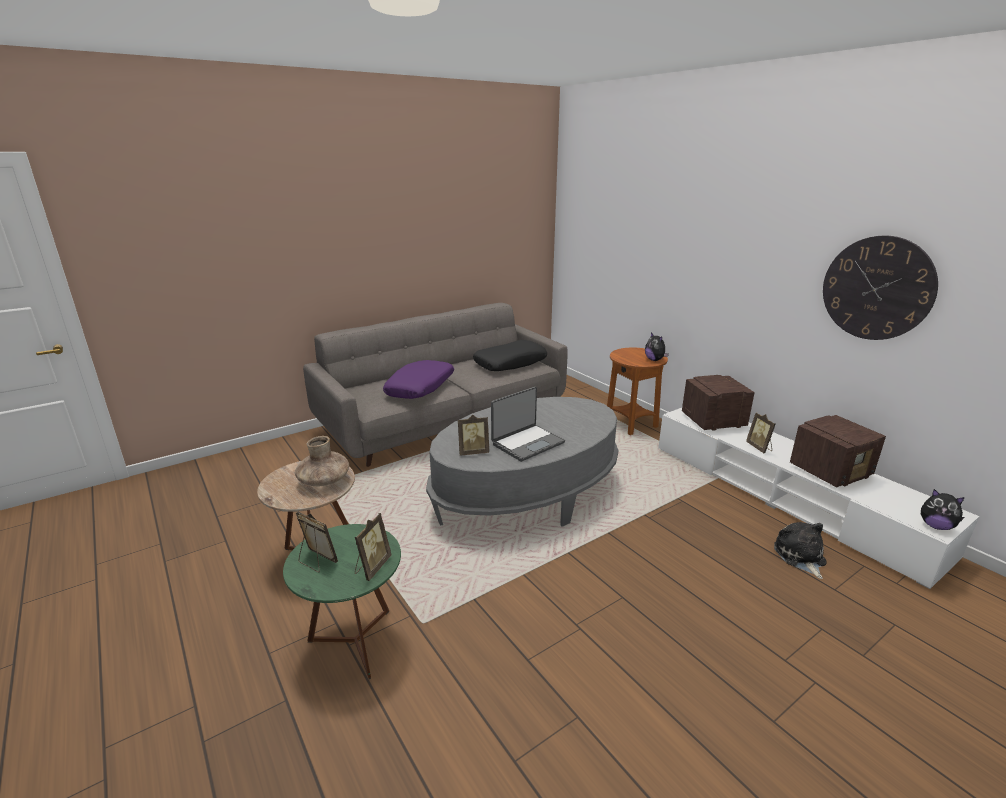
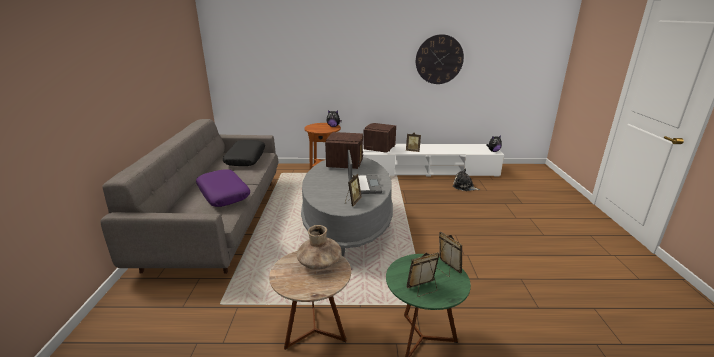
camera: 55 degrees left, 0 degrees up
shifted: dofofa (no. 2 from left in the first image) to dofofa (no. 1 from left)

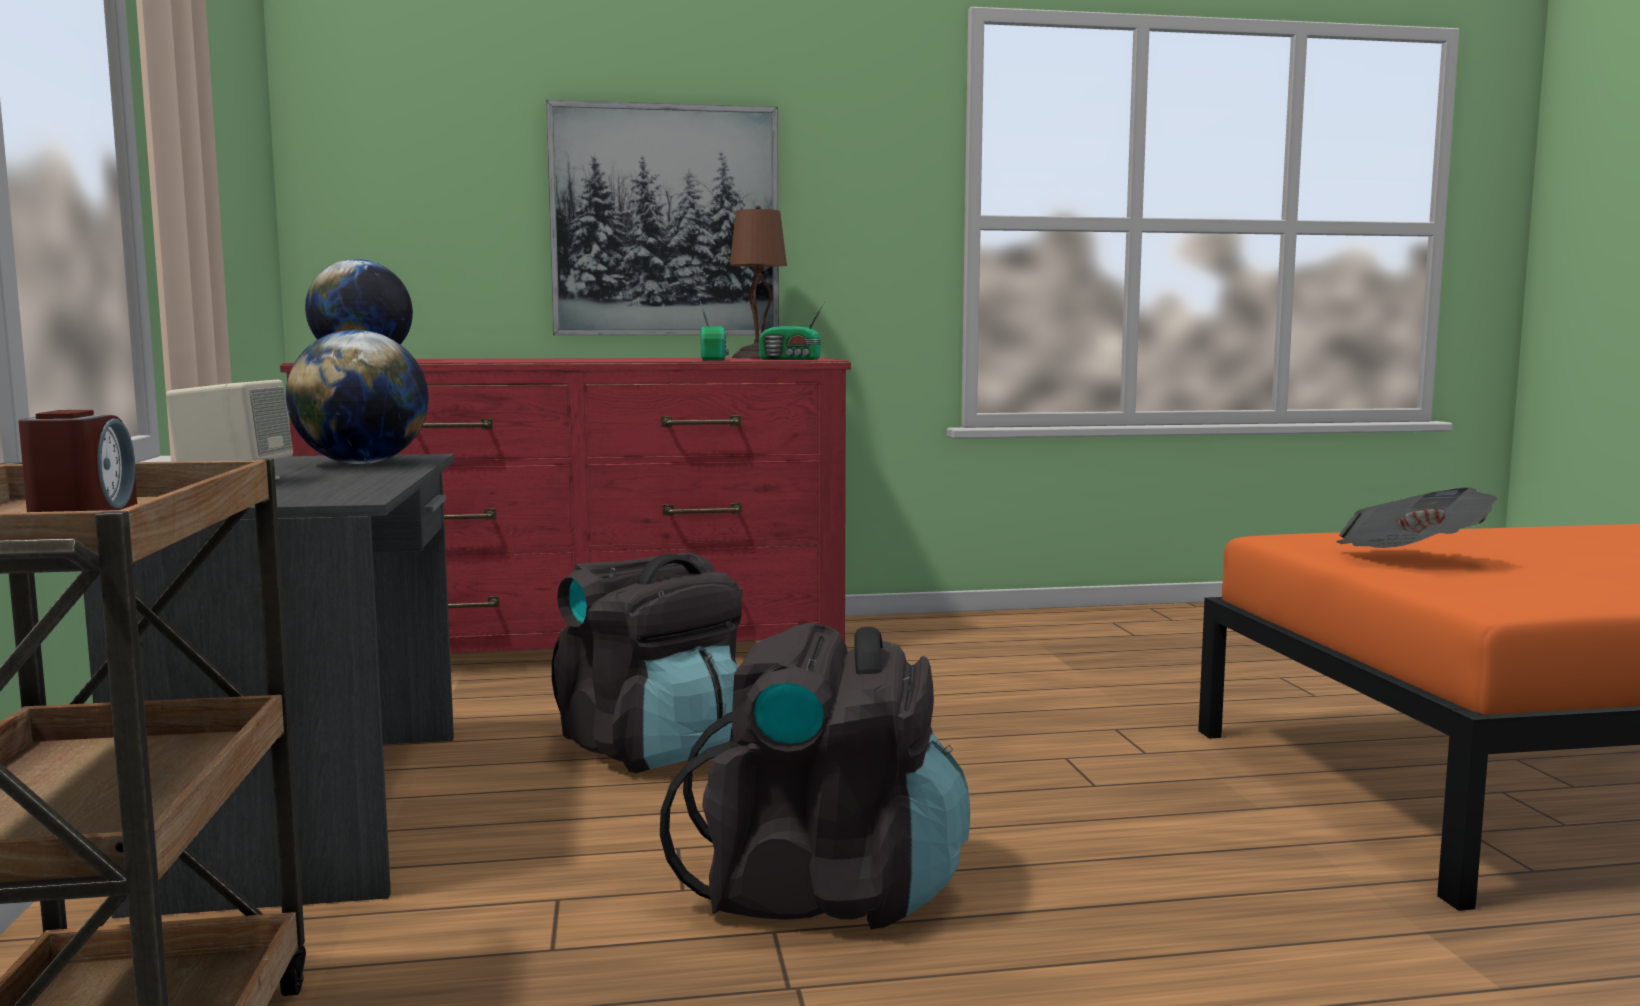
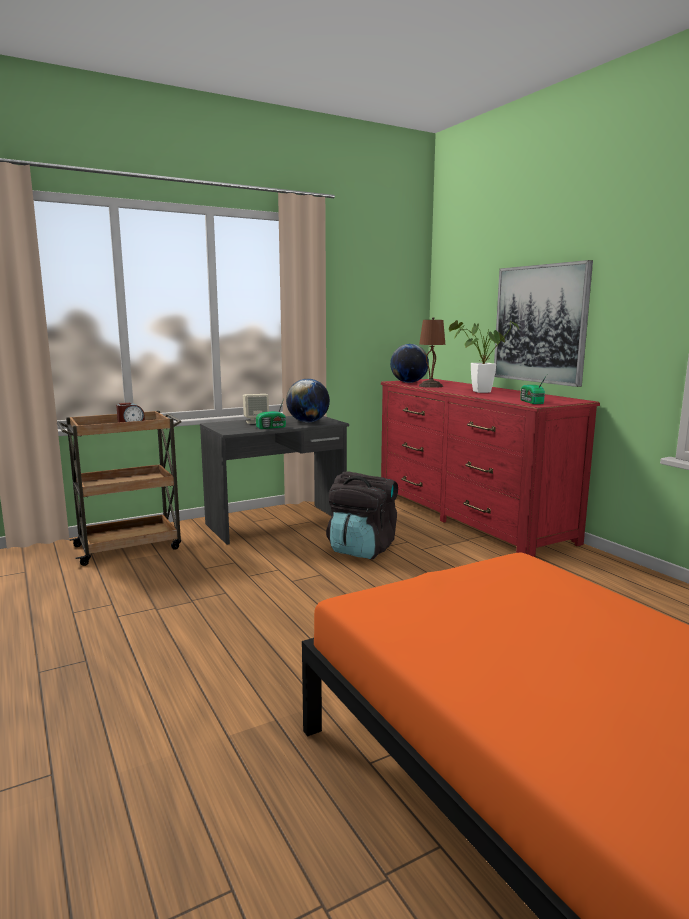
camera: 70 degrees right, 5 degrees up
gone: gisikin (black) (no. 2 from left); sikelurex
new: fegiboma
shifted: dofofa (no. 1 from left); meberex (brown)

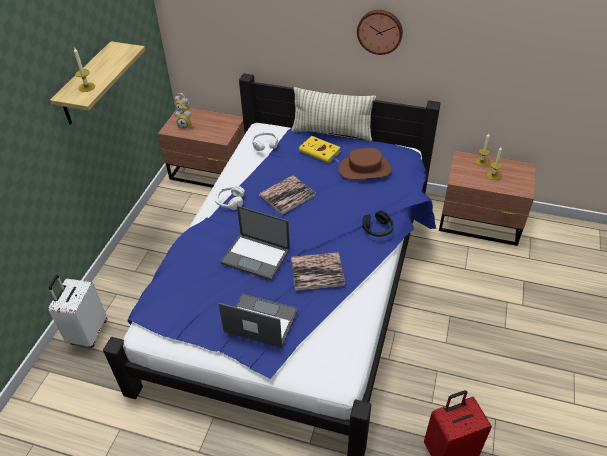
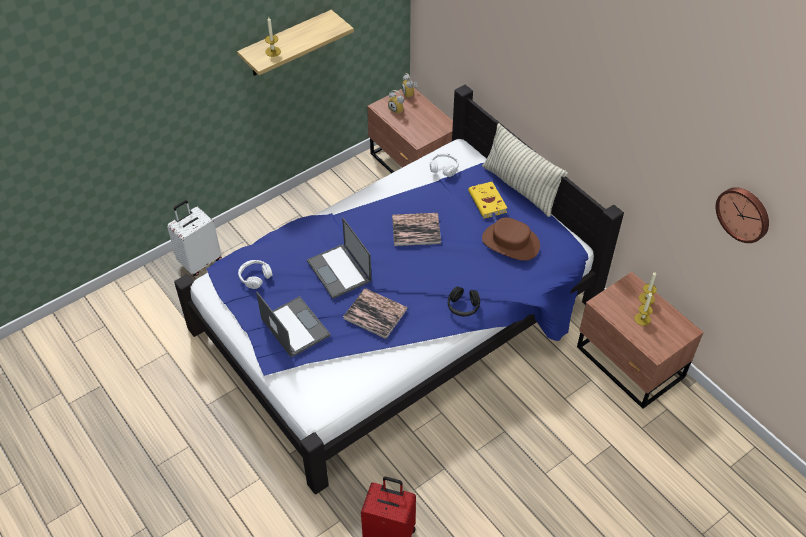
camera: 35 degrees right, 5 degrees up
shifted: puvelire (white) (no. 1 from left); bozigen

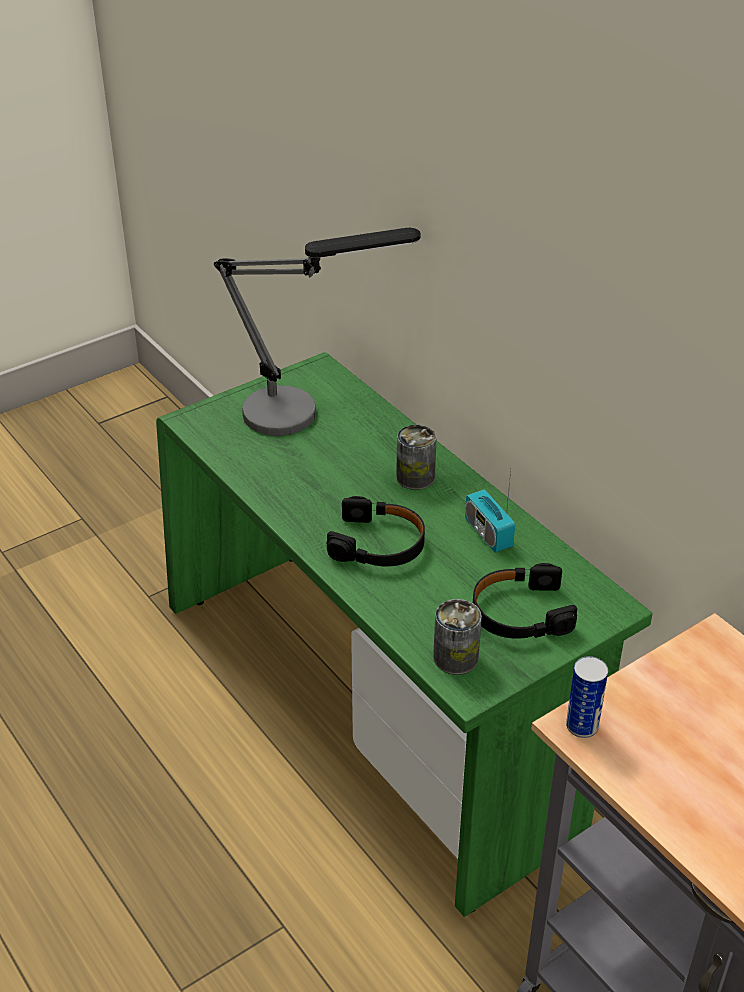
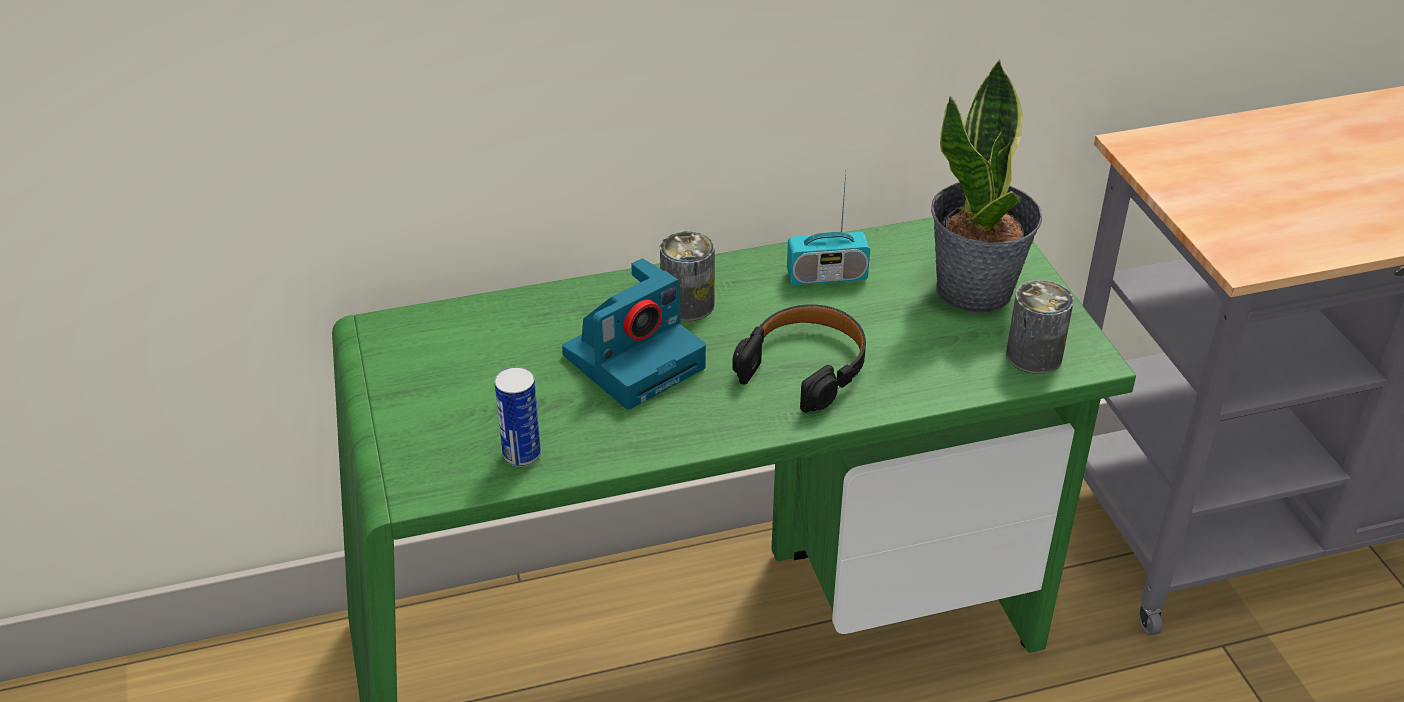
camera: 70 degrees left, 0 degrees up
gone: meberex
new: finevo
shifted: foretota (no. 3 from left in the first image) to foretota (no. 1 from left)
swapped: puvelire (black) (no. 2 from left) to fegiboma

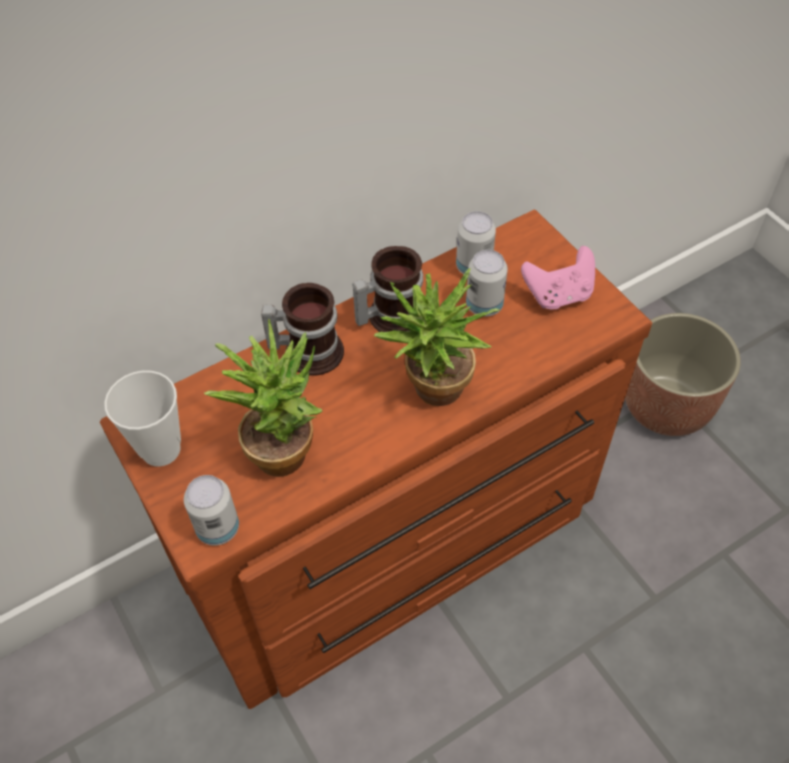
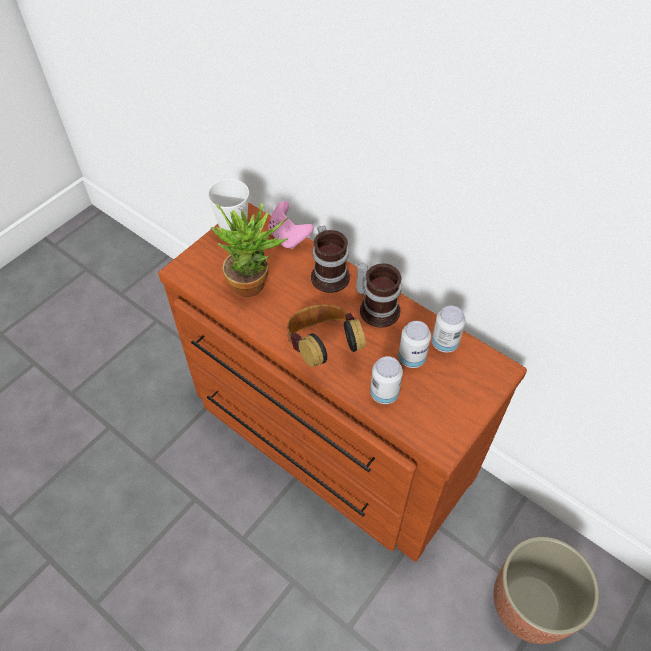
camera: 70 degrees right, 0 degrees up
shifted: foretota (no. 1 from left); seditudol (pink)
swapped: fegiboma (no. 2 from left) to puvelire

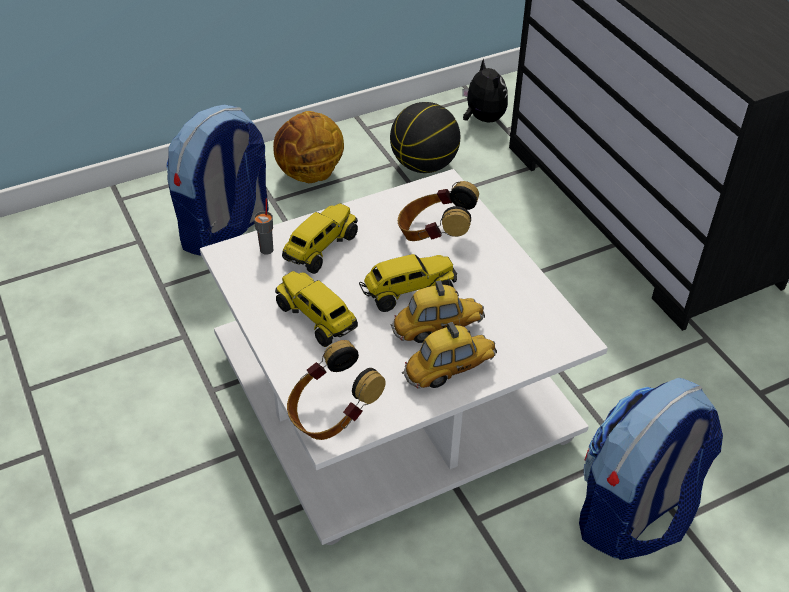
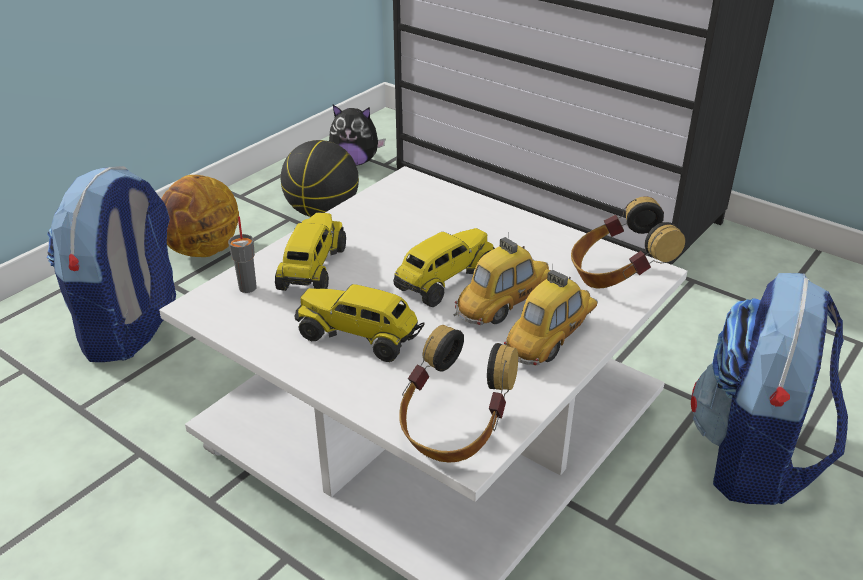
camera: 25 degrees left, 10 degrees down
shifted: puvelire (no. 2 from left)
rotated: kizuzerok 150 degrees clockwise

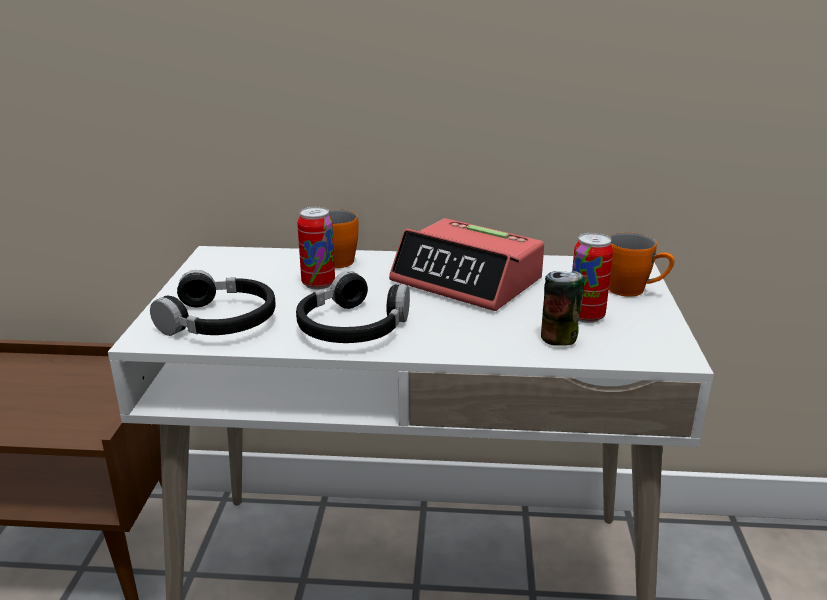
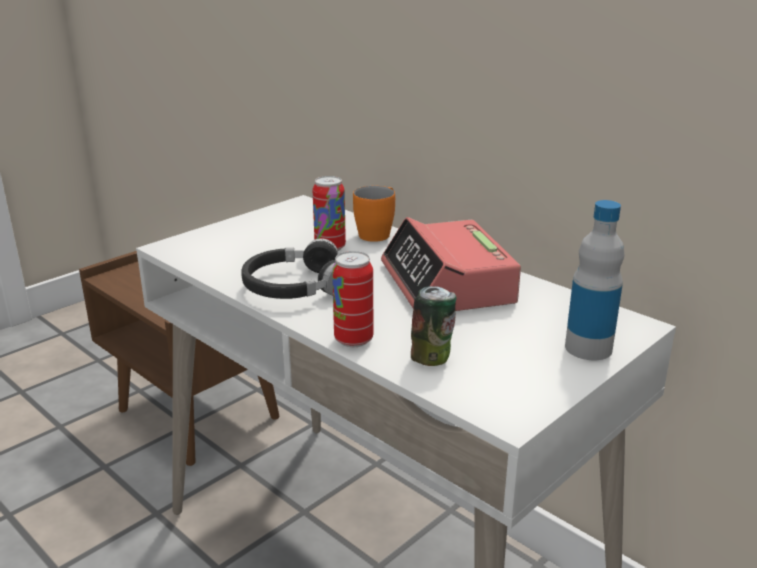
camera: 40 degrees right, 0 degrees up
gone: puvelire (black) (no. 1 from left)
shifted: foretota (no. 3 from left in the first image) to foretota (no. 2 from left)
swapped: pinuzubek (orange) (no. 2 from left) to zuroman

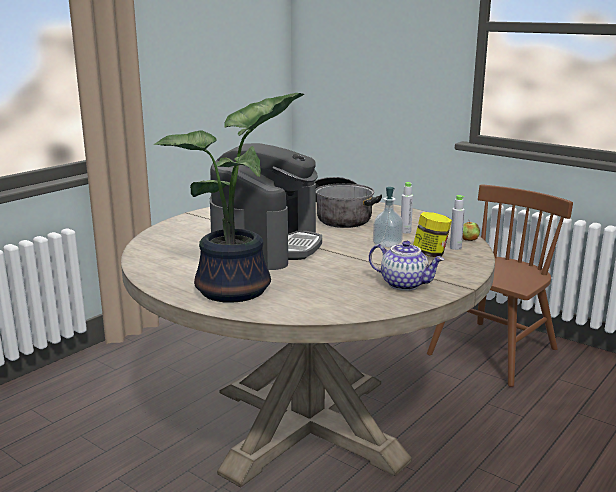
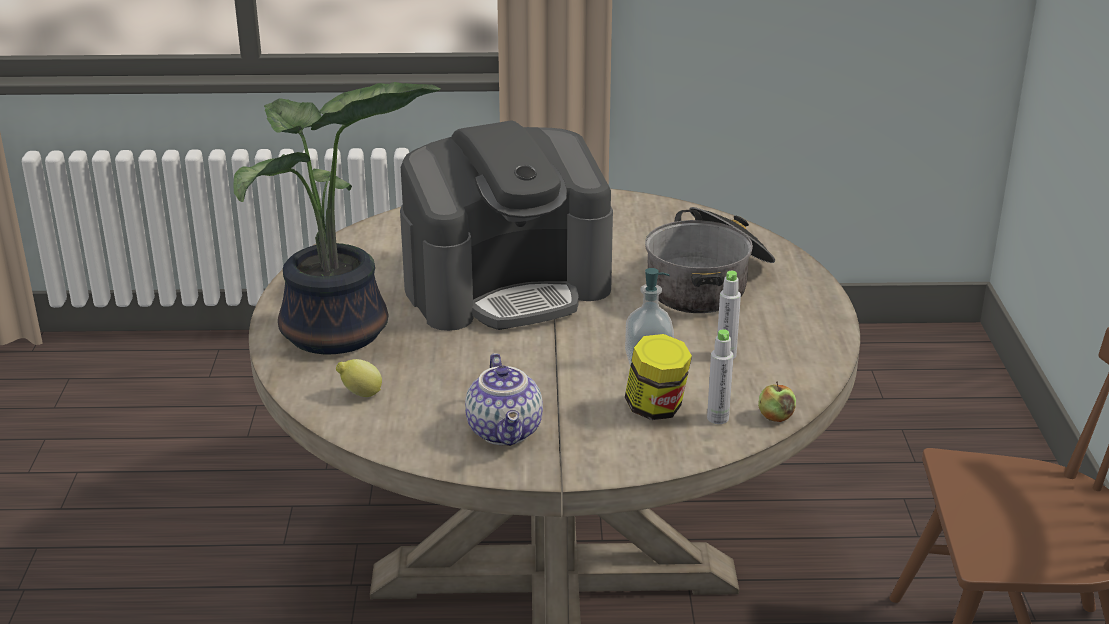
camera: 50 degrees right, 10 degrees up
new: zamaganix

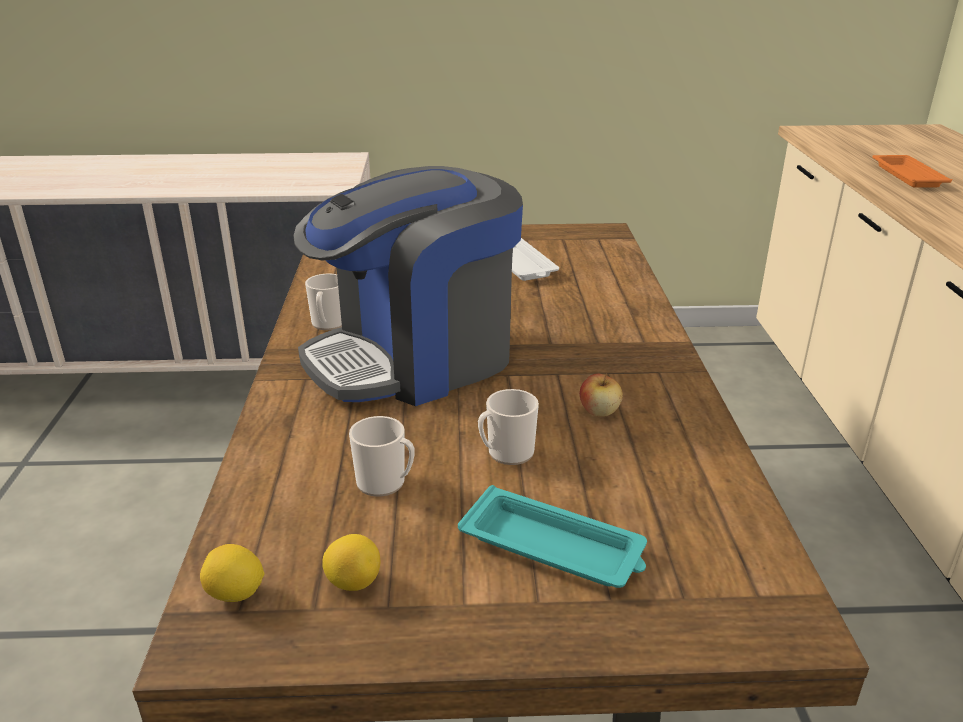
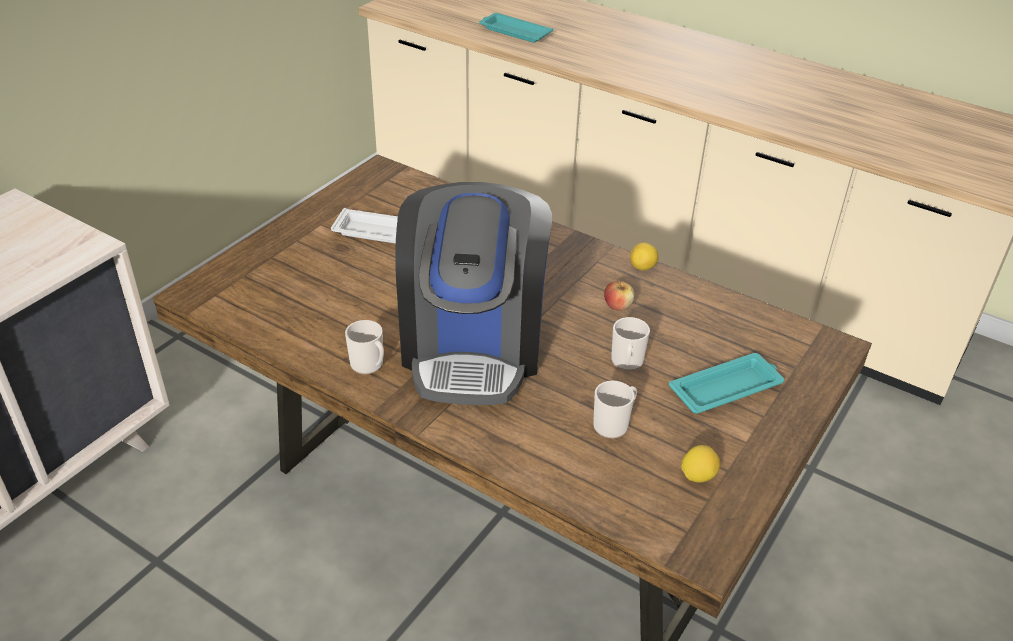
camera: 55 degrees left, 10 degrees up
shifted: zamaganix (no. 1 from left)
repainted: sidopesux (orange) to sidopesux (turquoise) (no. 1 from left)

